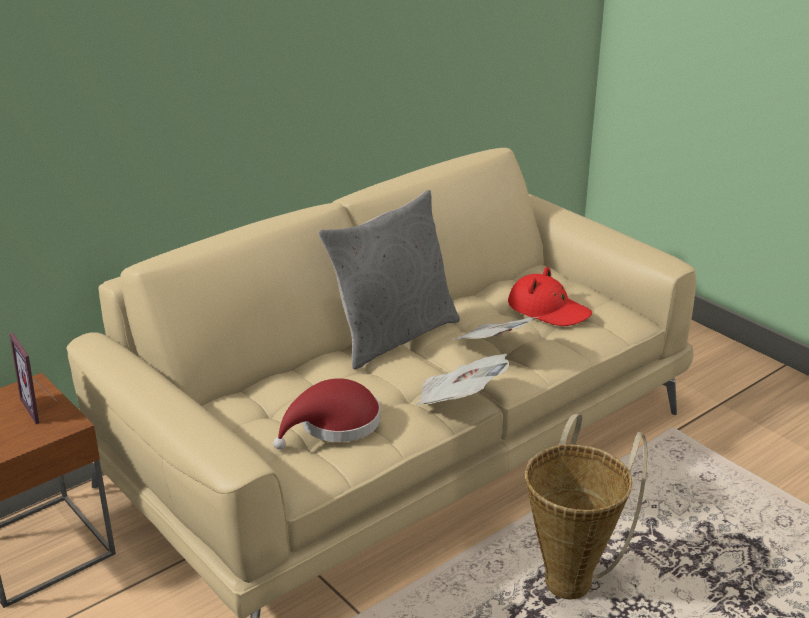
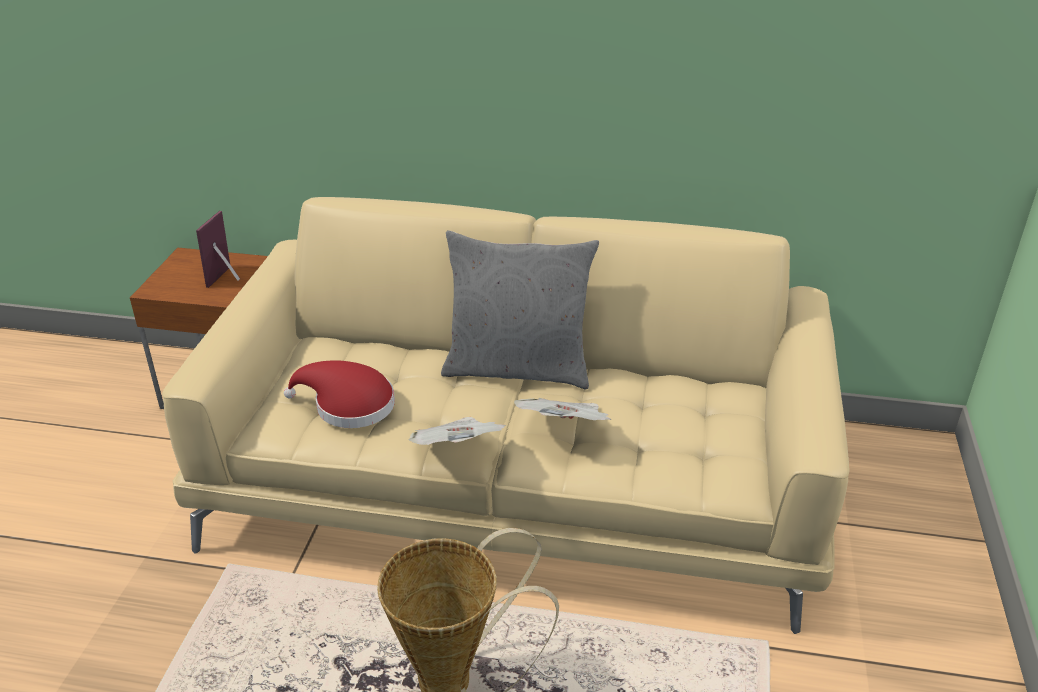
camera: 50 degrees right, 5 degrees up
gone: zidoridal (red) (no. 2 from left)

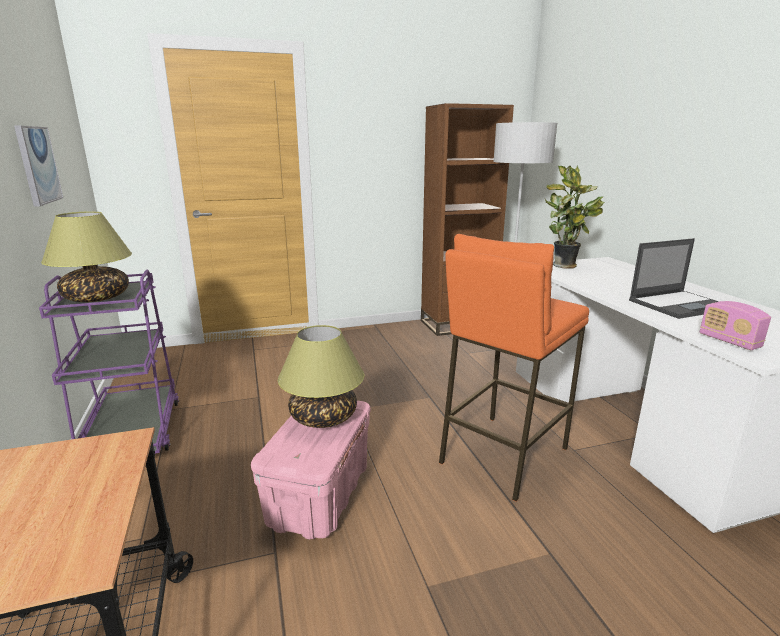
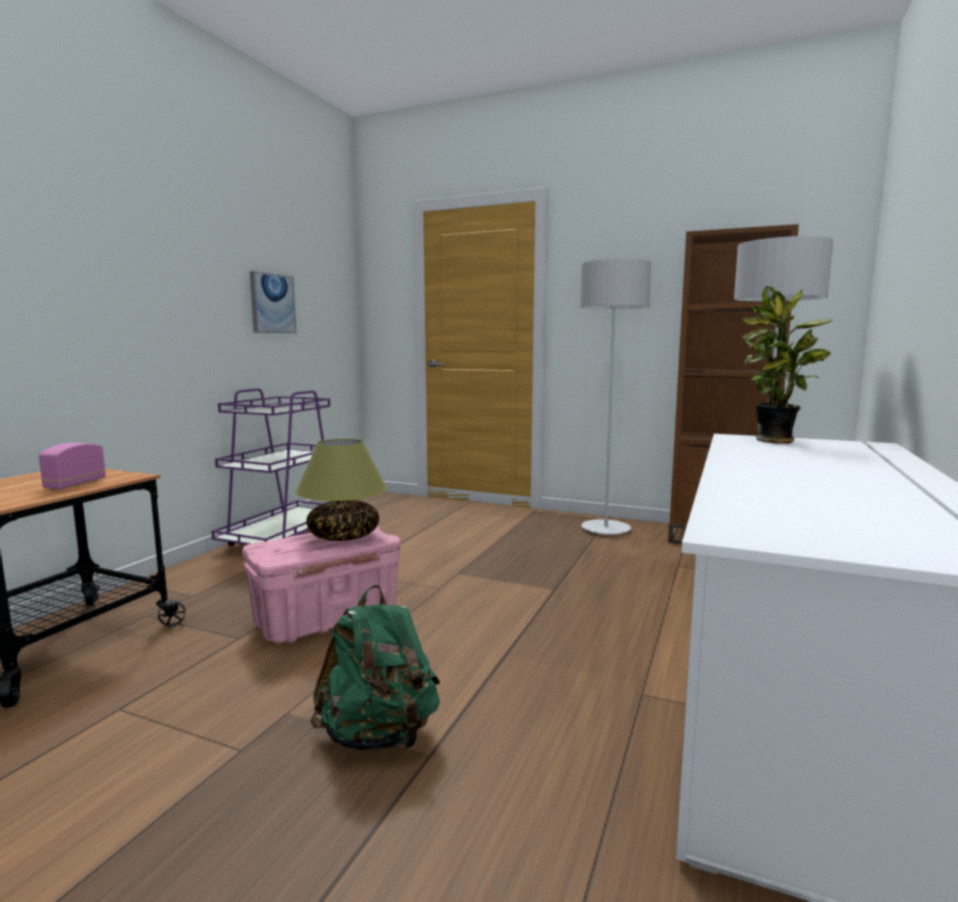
camera: 40 degrees right, 10 degrees down
gone: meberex (no. 1 from left); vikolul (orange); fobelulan
new: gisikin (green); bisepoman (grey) (no. 1 from left)
shifted: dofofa

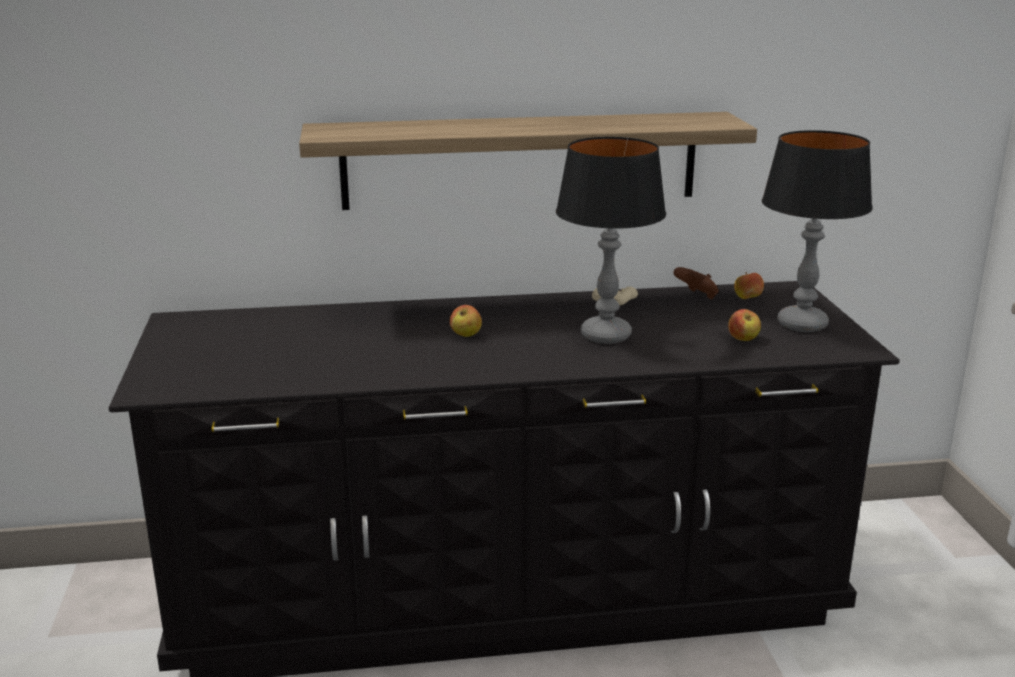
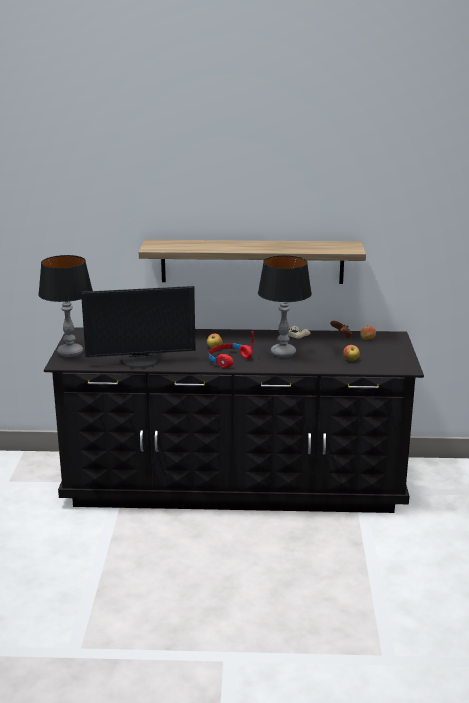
camera: 10 degrees right, 0 degrees up
new: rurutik; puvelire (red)
shifted: meberex (no. 2 from left in the first image) to meberex (no. 1 from left)

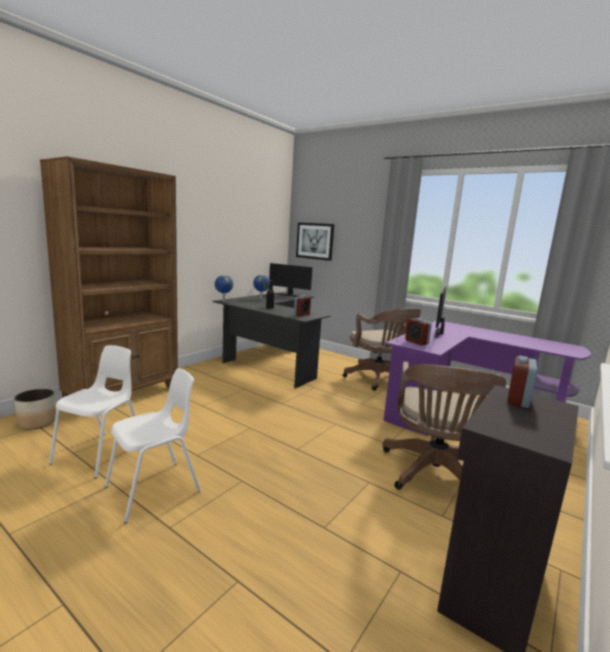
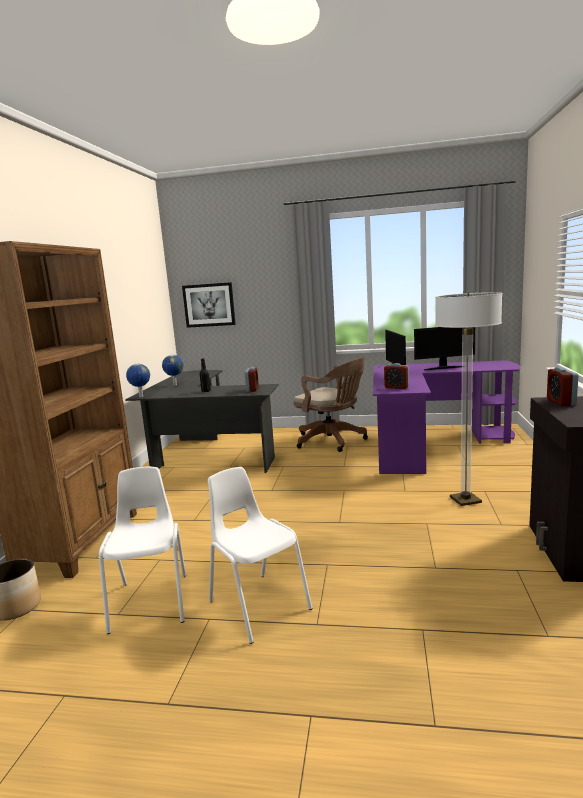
camera: 25 degrees left, 0 degrees up
shifted: rurutik (no. 1 from left in the first image) to rurutik (no. 2 from left)
swapped: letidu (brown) (no. 2 from left) to bisepoman
rotated: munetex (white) (no. 2 from left) 60 degrees counterclockwise

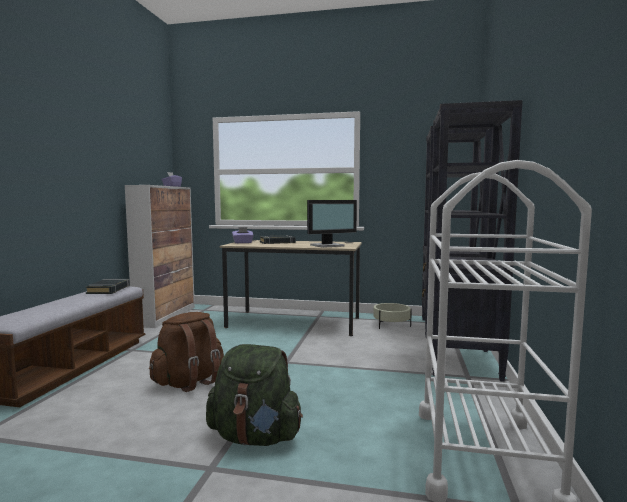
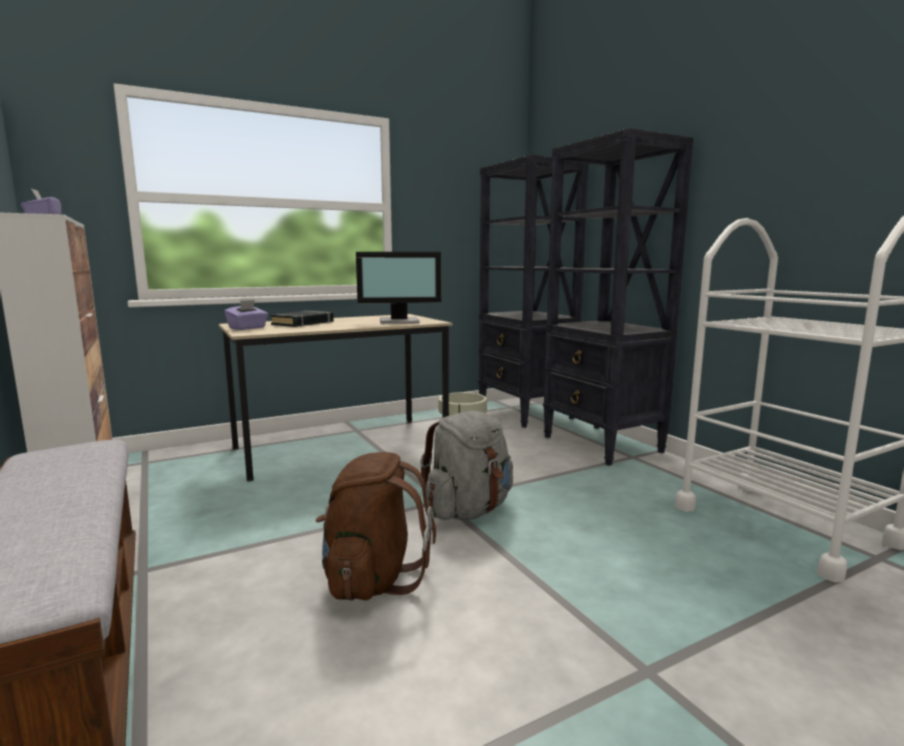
camera: 40 degrees left, 5 degrees up
gone: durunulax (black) (no. 1 from left); gisikin (green)
new: gisikin (grey)
rotated: rurutik 60 degrees clockwise

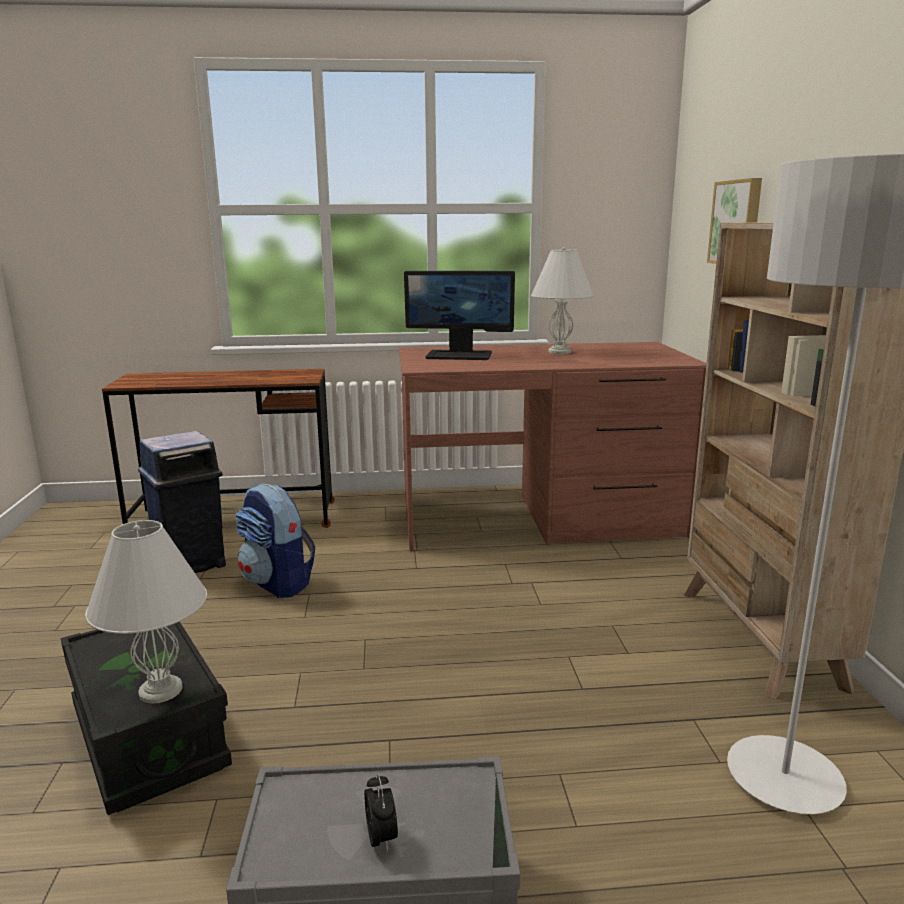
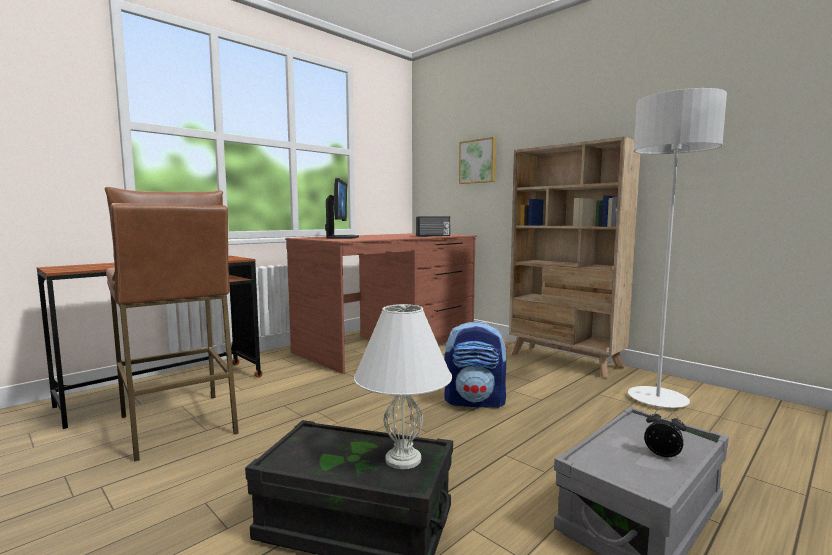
camera: 40 degrees left, 10 degrees down
gone: meberex (white) (no. 2 from left)
new: dofofa
shifted: gisikin
swapped: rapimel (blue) to vikolul (brown)
rotated: rurutik 60 degrees counterclockwise

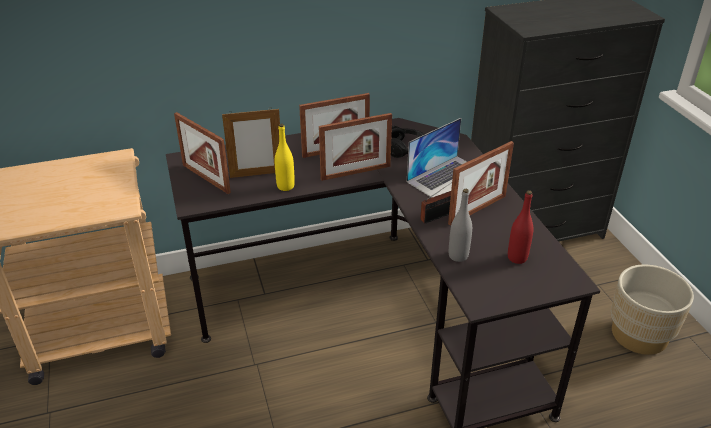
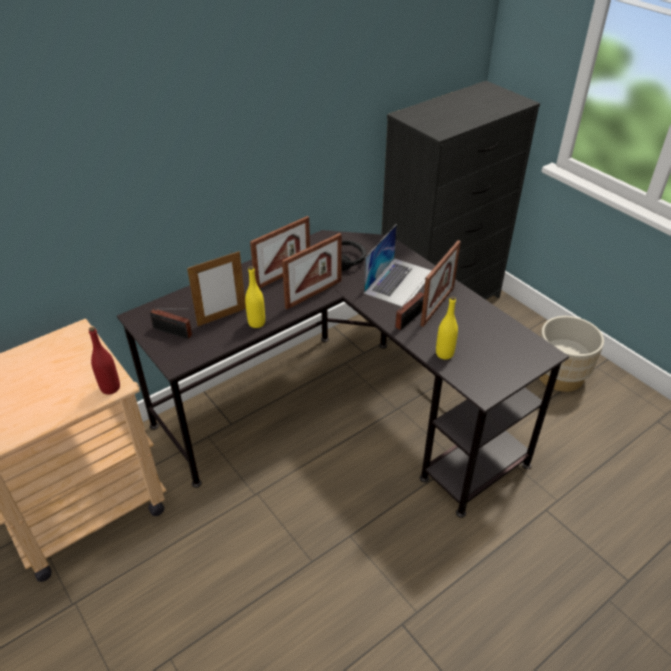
camera: 20 degrees left, 5 degrees up
shifted: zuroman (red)
swapped: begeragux (no. 1 from left) to dofofa (no. 1 from left)
repainted: zuroman (grey) to zuroman (yellow) (no. 2 from left)

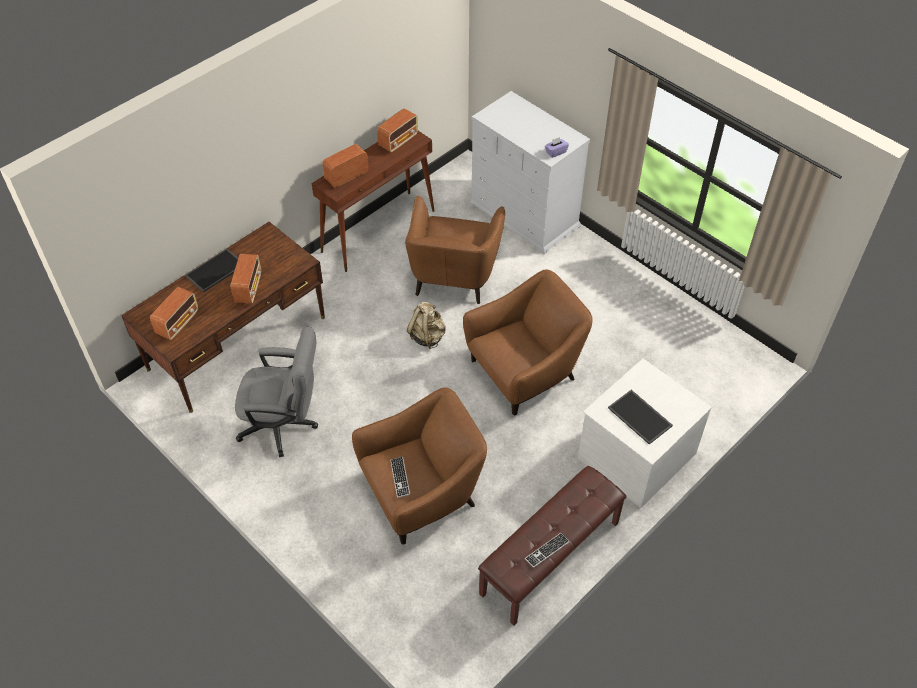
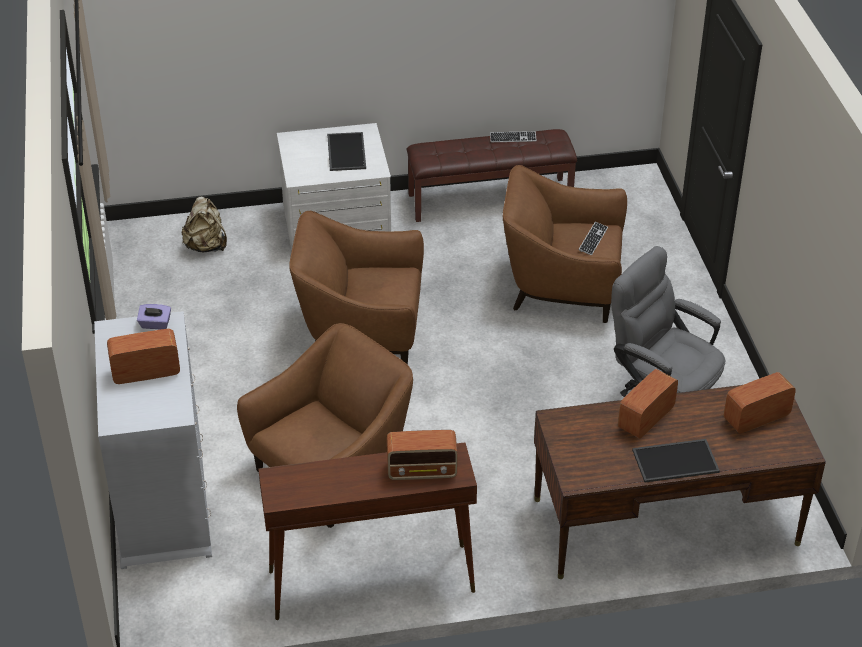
camera: 145 degrees left, 10 degrees down
shifted: dofofa (no. 4 from left in the first image) to dofofa (no. 1 from left); gisikin (beige)

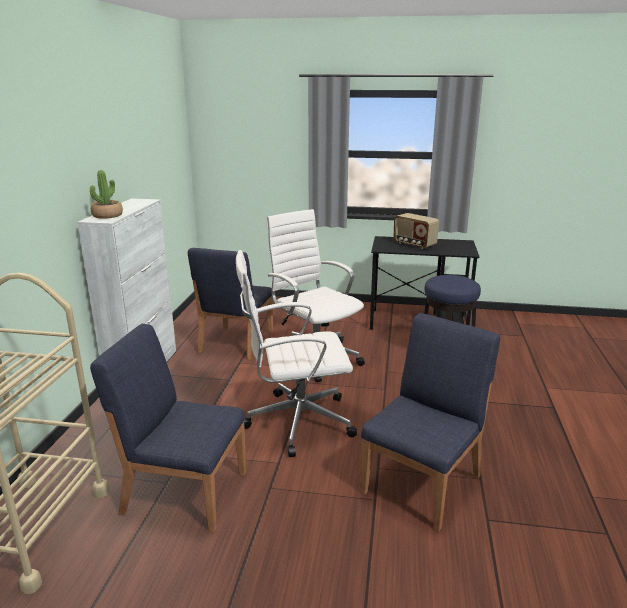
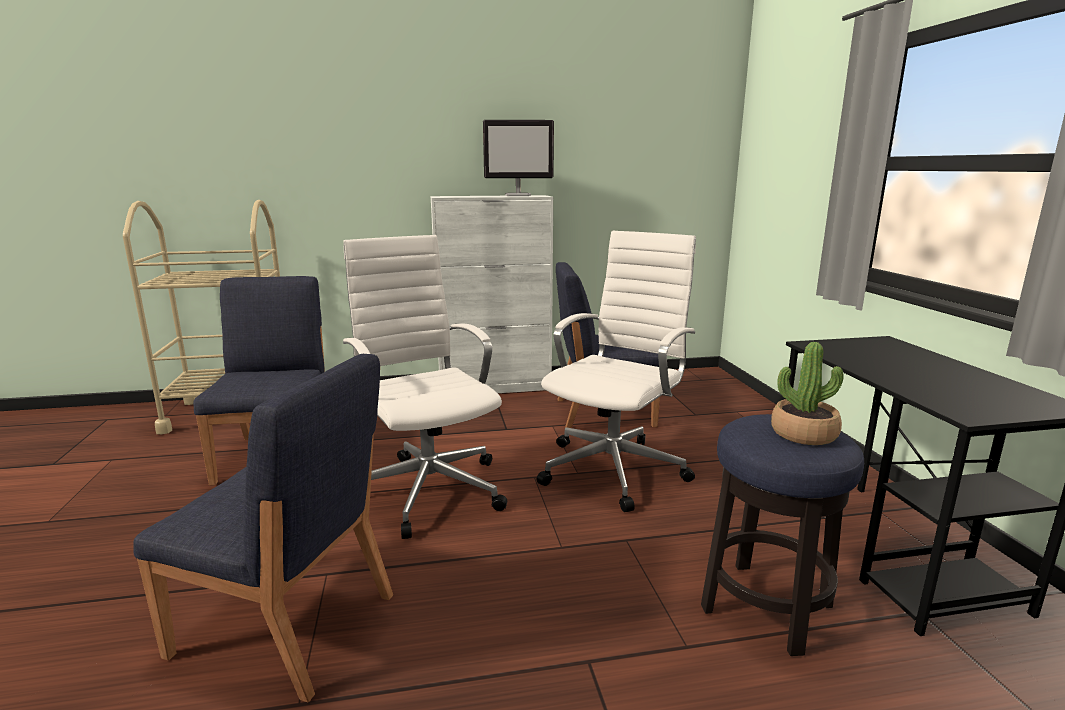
camera: 70 degrees right, 5 degrees down
gone: dofofa
new: rurutik
shifted: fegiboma

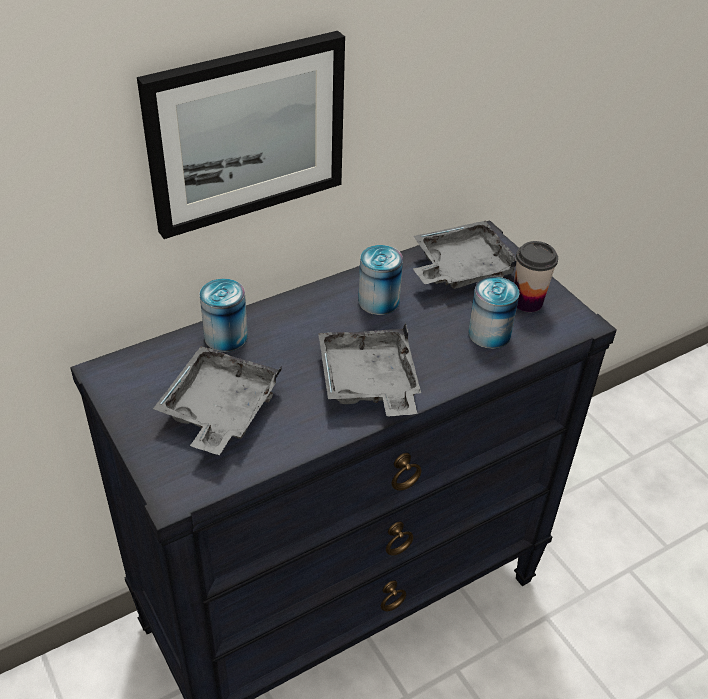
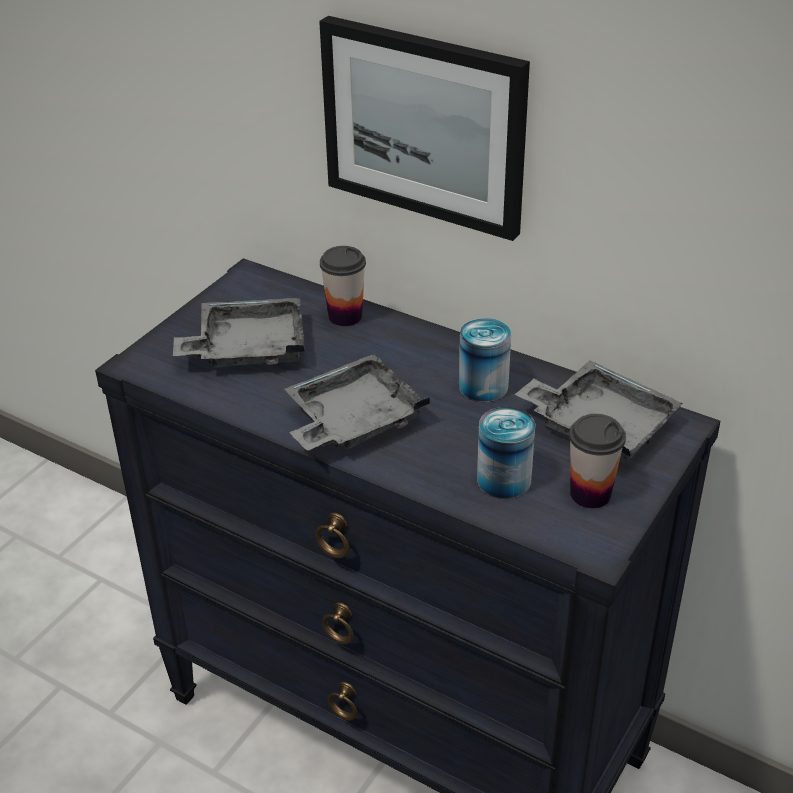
camera: 65 degrees right, 5 degrees down
swapped: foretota (no. 1 from left) to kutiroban (no. 1 from left)

